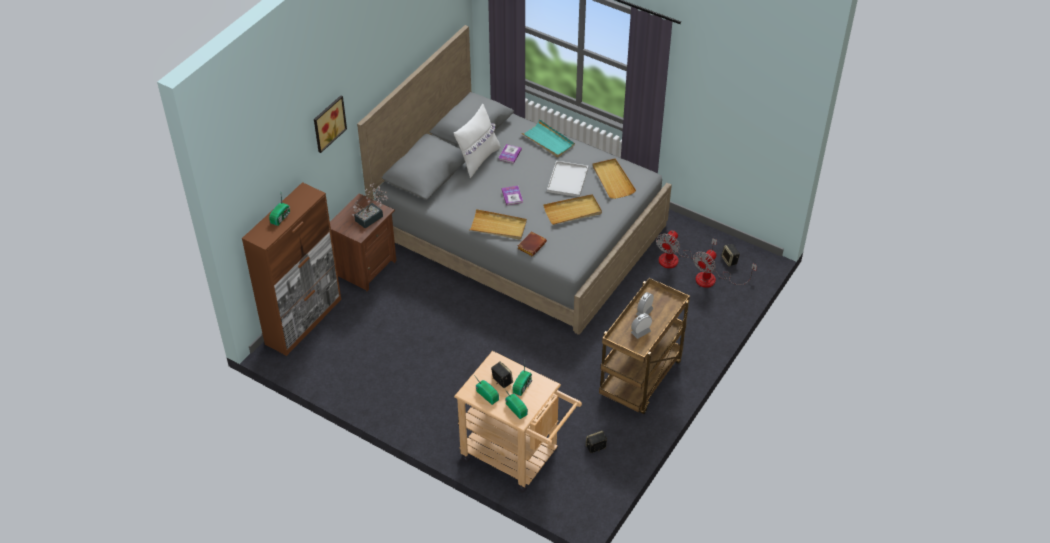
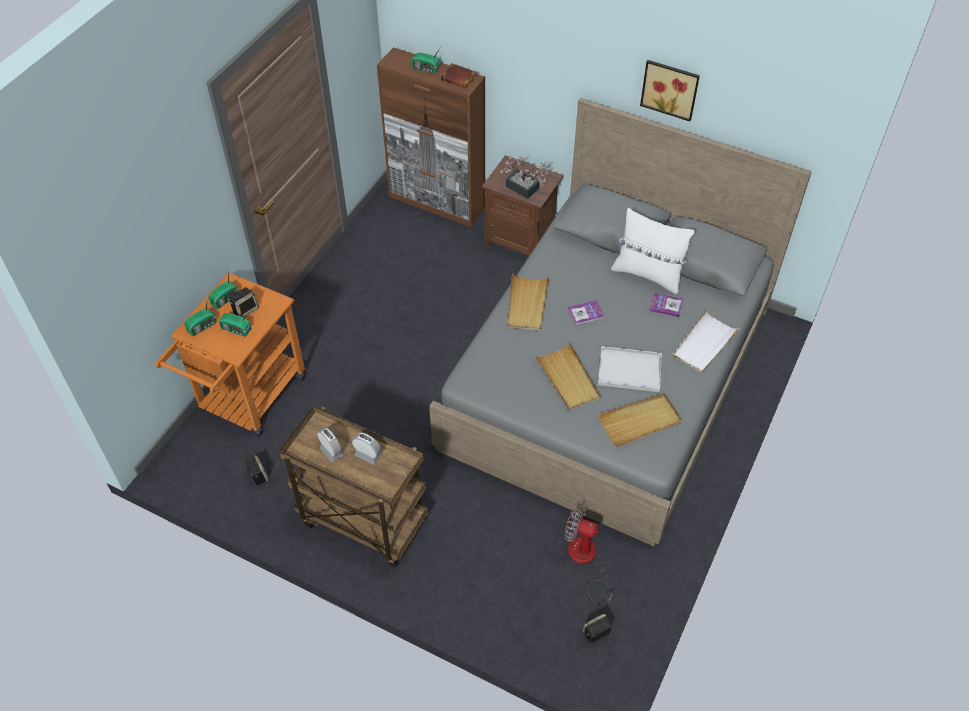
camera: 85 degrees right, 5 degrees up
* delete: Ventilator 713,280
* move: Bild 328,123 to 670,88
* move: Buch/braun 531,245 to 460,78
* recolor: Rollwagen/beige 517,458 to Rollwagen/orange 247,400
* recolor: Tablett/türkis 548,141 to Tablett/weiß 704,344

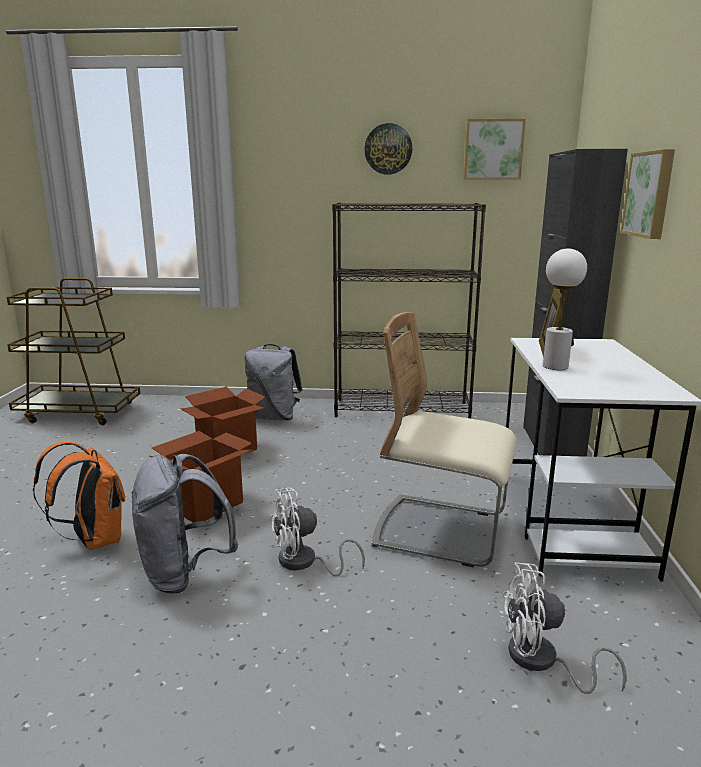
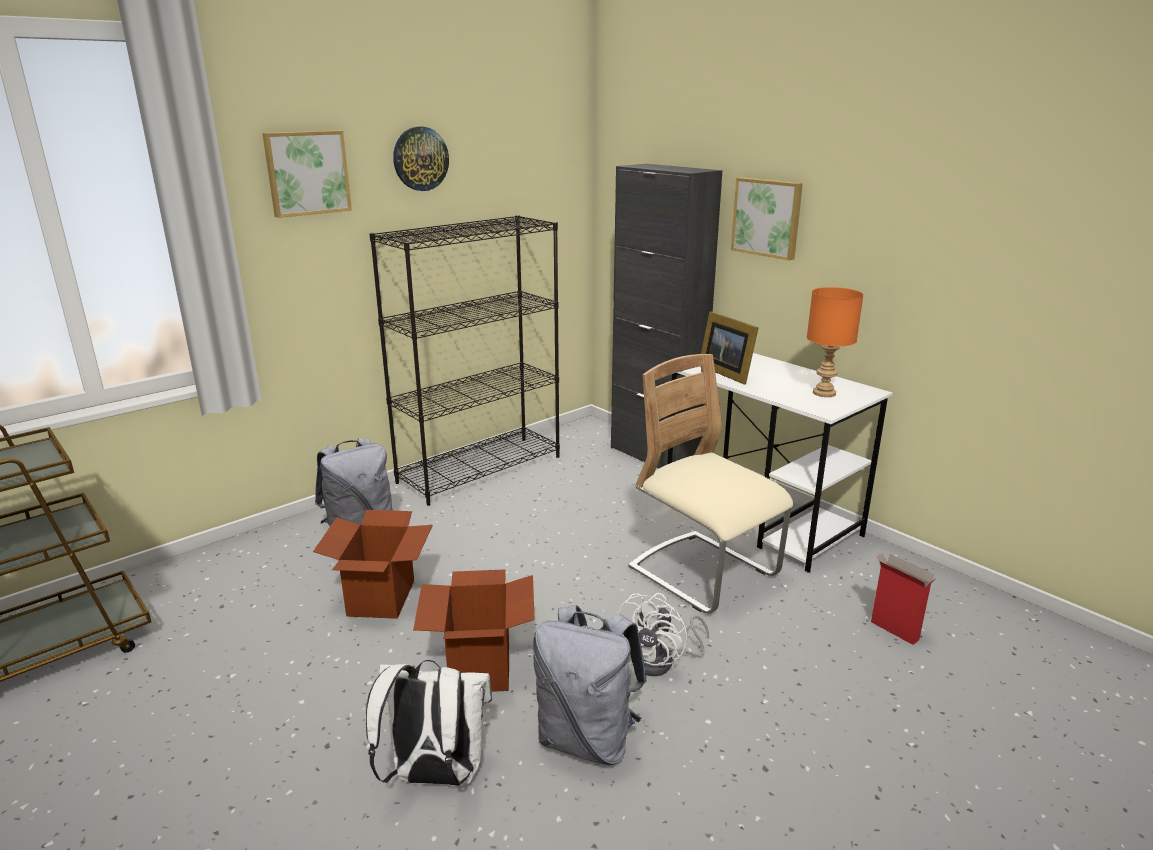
camera: 45 degrees left, 5 degrees up
* delete: Tischlampe/weiß 555,366
* insert: Tischlampe/orange 824,393
* move: Bild 493,149 to 307,173
* replace: Ventilator/weiß 541,662 to Karton 893,630
* recolor: Rucksack/orange 94,540 to Rucksack/weiß 435,776
* rotate: Stuhl/beige 441,531 = 703,574 75 degrees clockwise

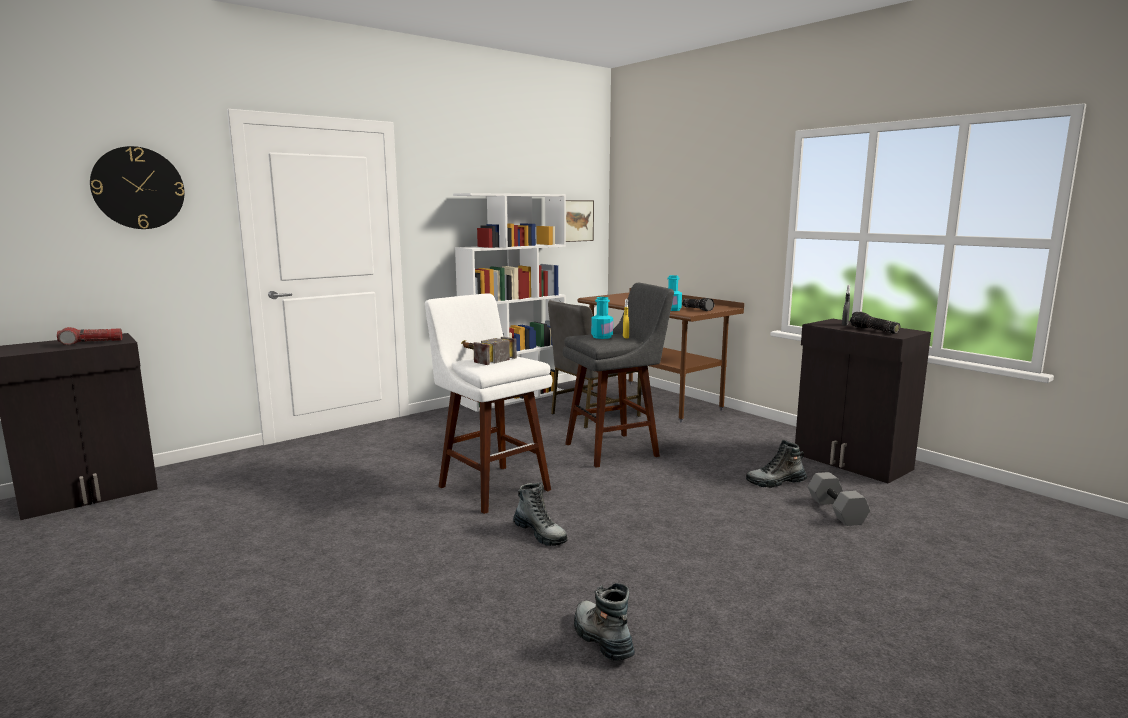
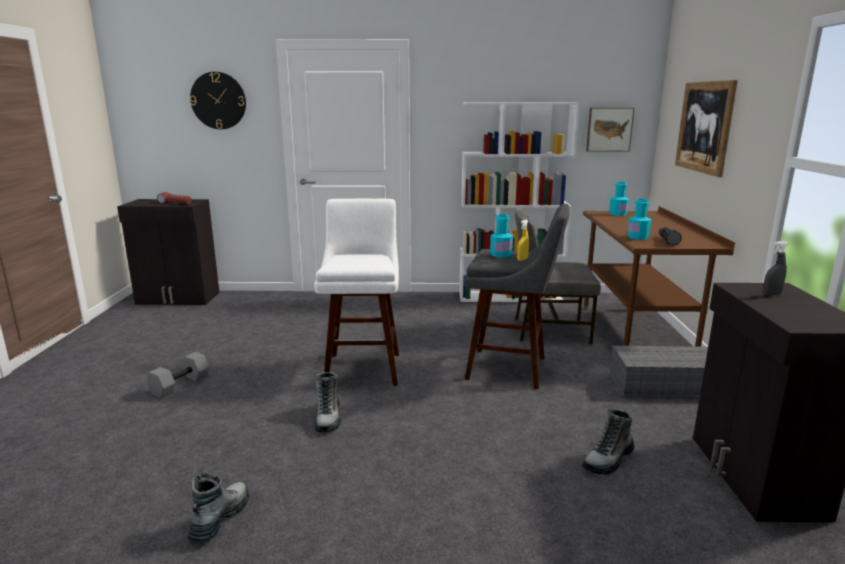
camera: 40 degrees right, 5 degrees up
* delete: Hammer 479,357
* delete: Taschenlampe 873,330
* insert: Flasche/türkis 618,214
* insert: Aufbewahrungsbox/grau 664,386
* insert: Bild 704,127
* move: Hantel/grau 835,511 to 180,384
* rotate: Stiefel 776,482 = 608,460 75 degrees counterclockwise

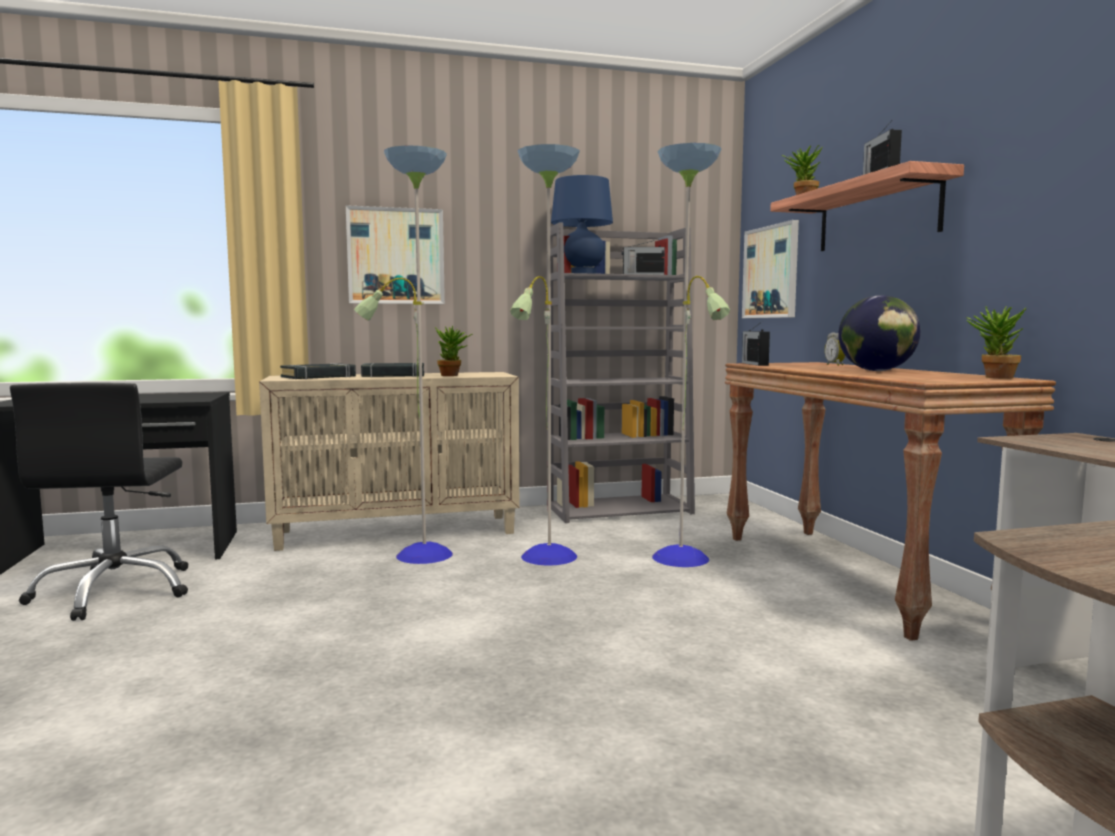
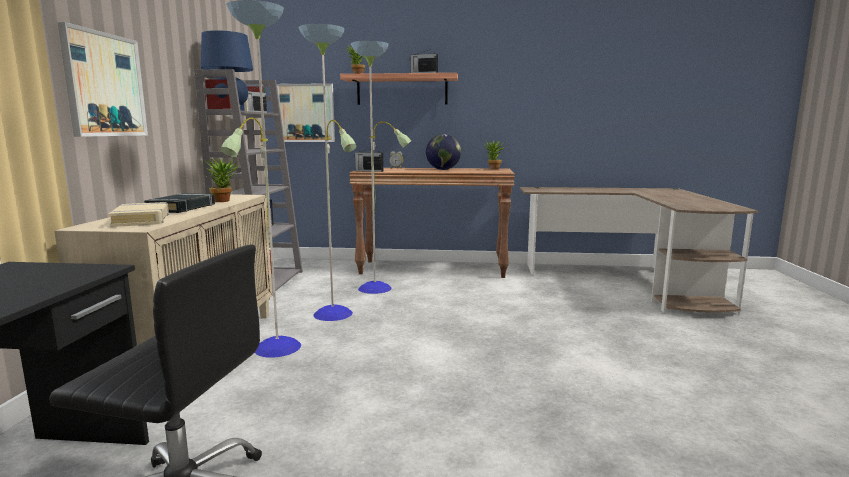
camera: 70 degrees left, 5 degrees up
* recolor: Buch/schwarz 319,377 to Buch/beige 142,220

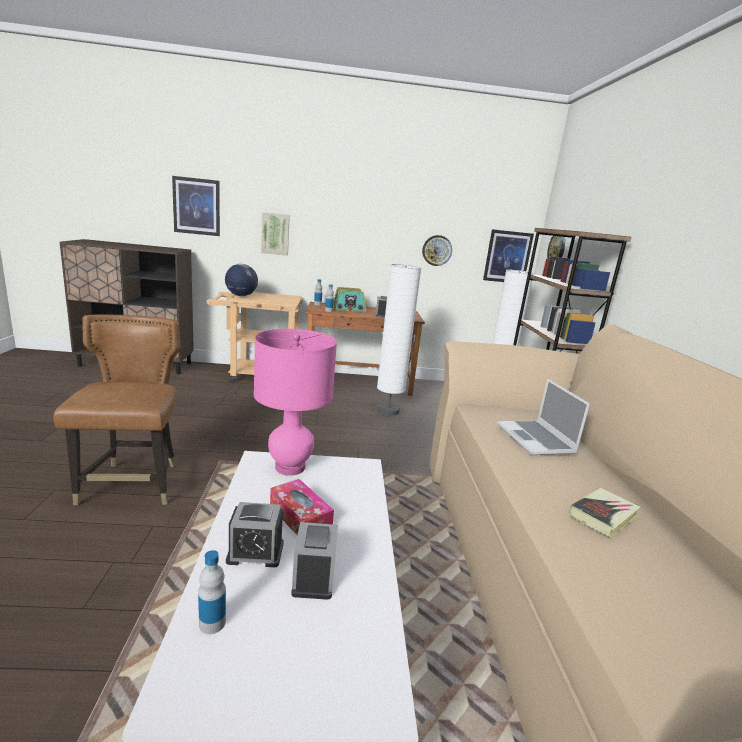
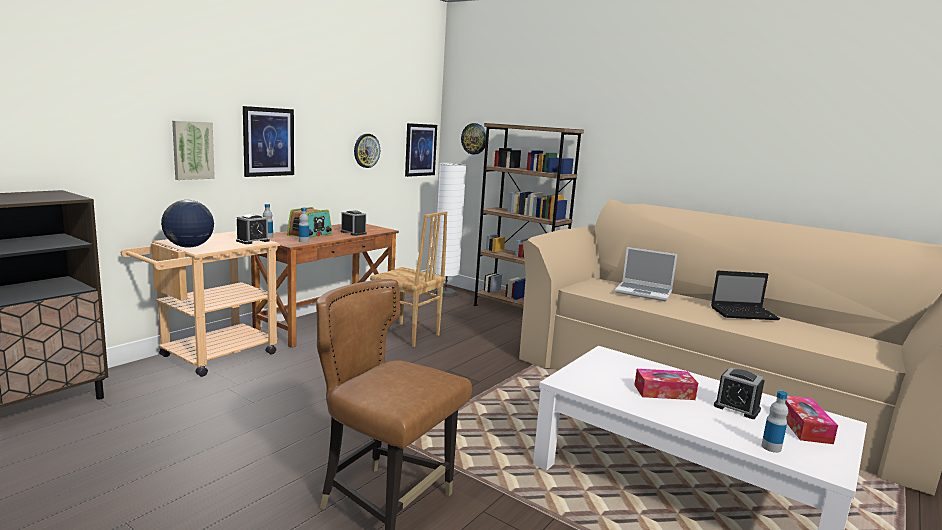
camera: 50 degrees left, 5 degrees down
* delete: Tischlampe/rosa 289,467
* insert: Taschentuchbox 804,427
* move: Bild 196,206 to 268,142
* move: Wecker 255,552 to 252,241
* replace: Stehlampe/weiß 388,411 to Stuhl/braun 406,335
* replace: Buch 603,515 to Laptop 745,313

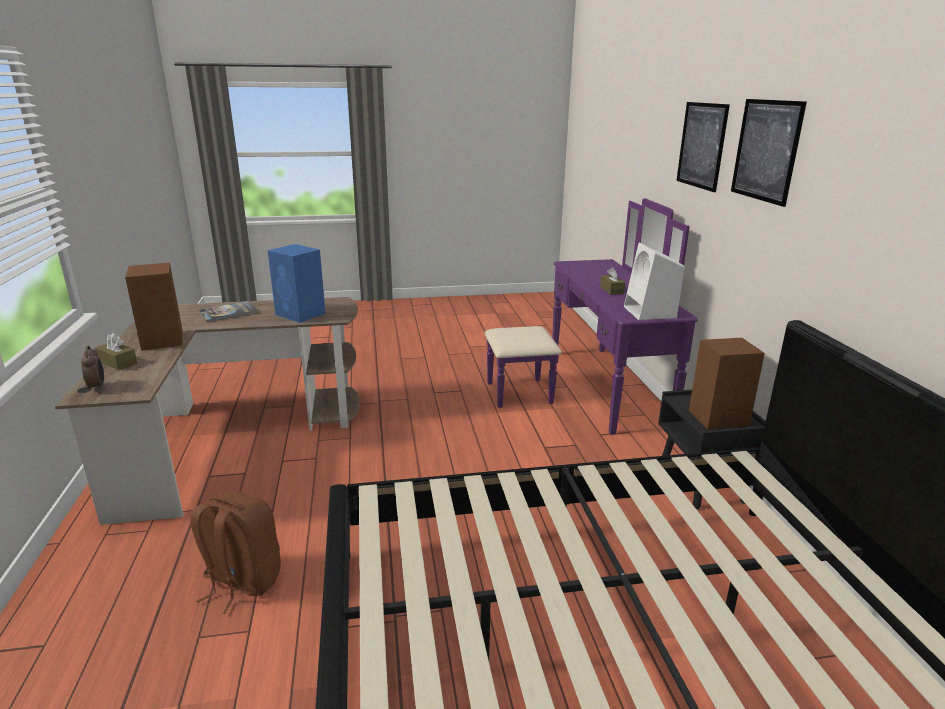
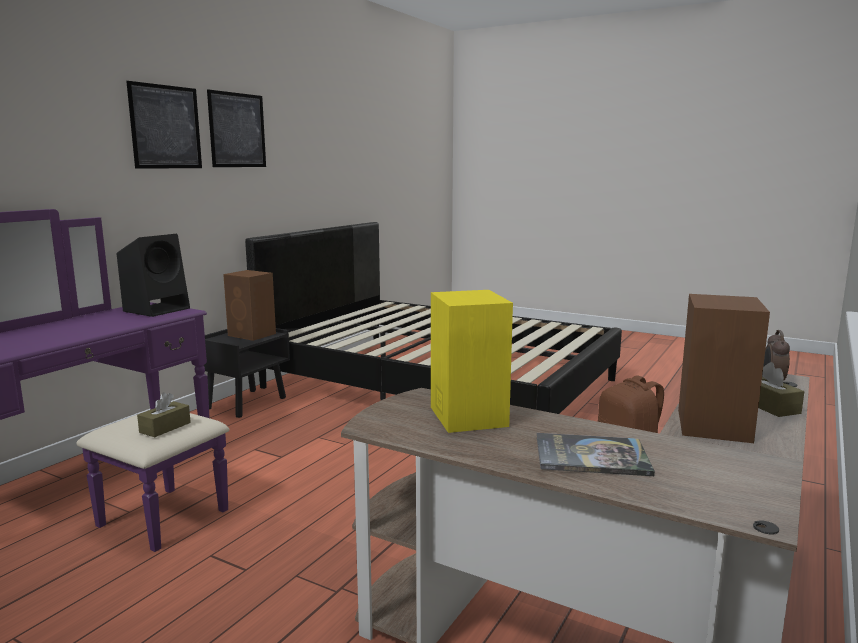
camera: 140 degrees left, 10 degrees down
* move: Taschentuchbox/braun 612,290 to 165,427
* move: Bild 701,145 to 237,130
* recolor: Lautsprecher/blau 301,314 to Lautsprecher/gelb 467,416
* recolor: Lautsprecher/weiß 650,313 to Lautsprecher/schwarz 157,309

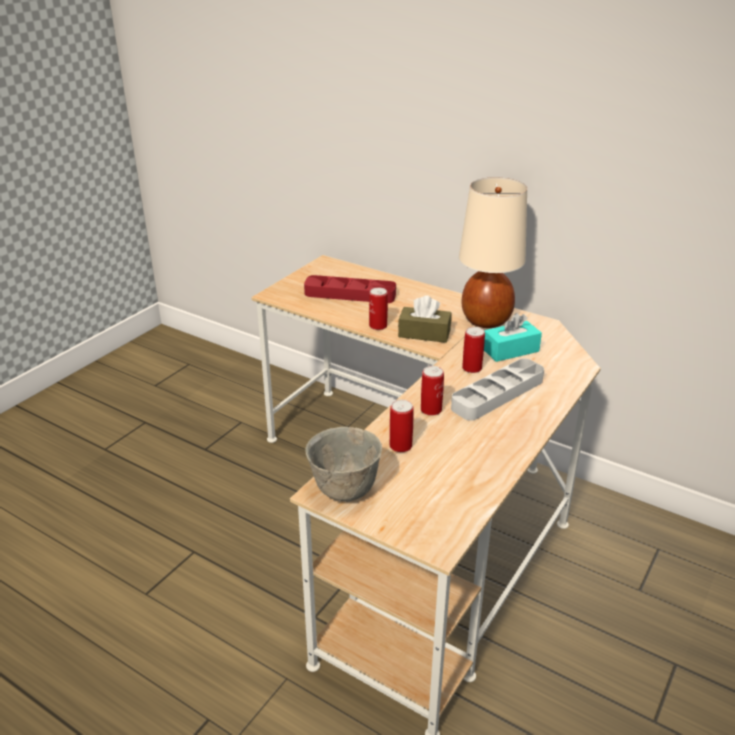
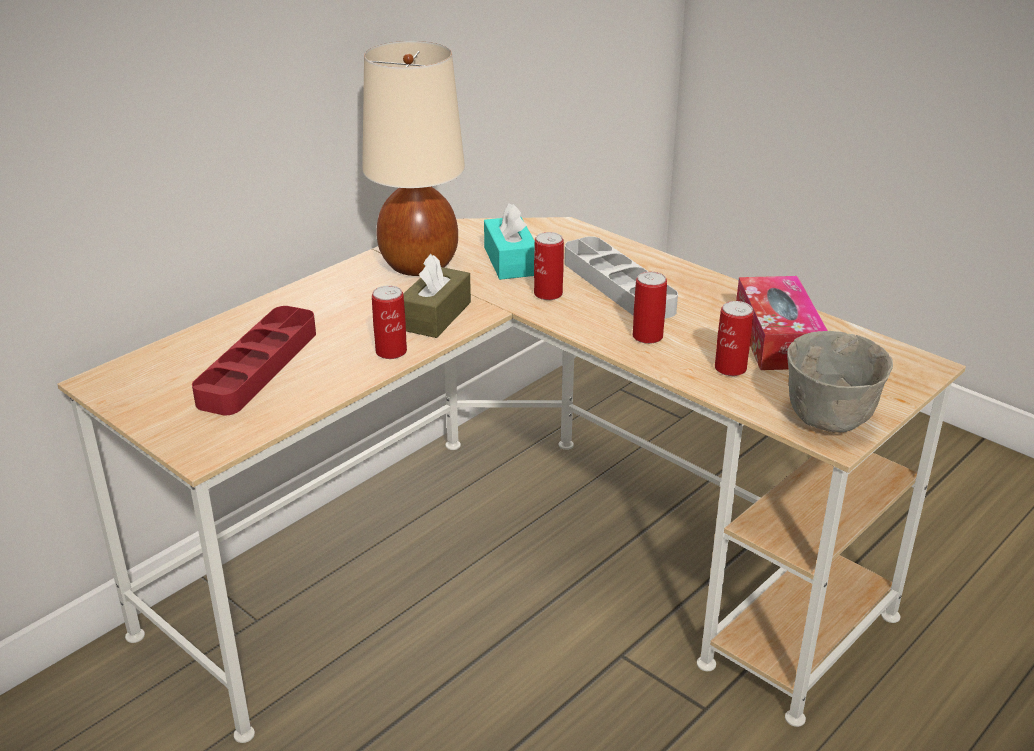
camera: 80 degrees left, 0 degrees up
* insert: Taschentuchbox 777,338

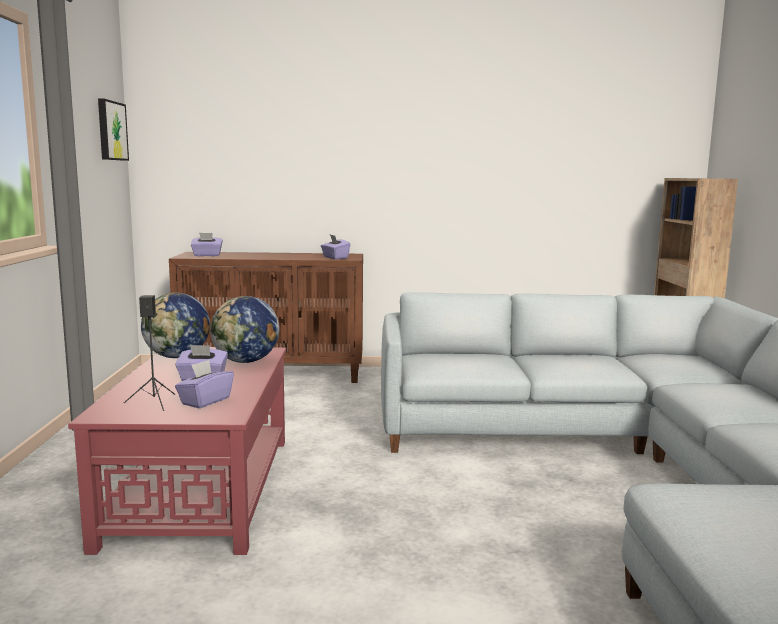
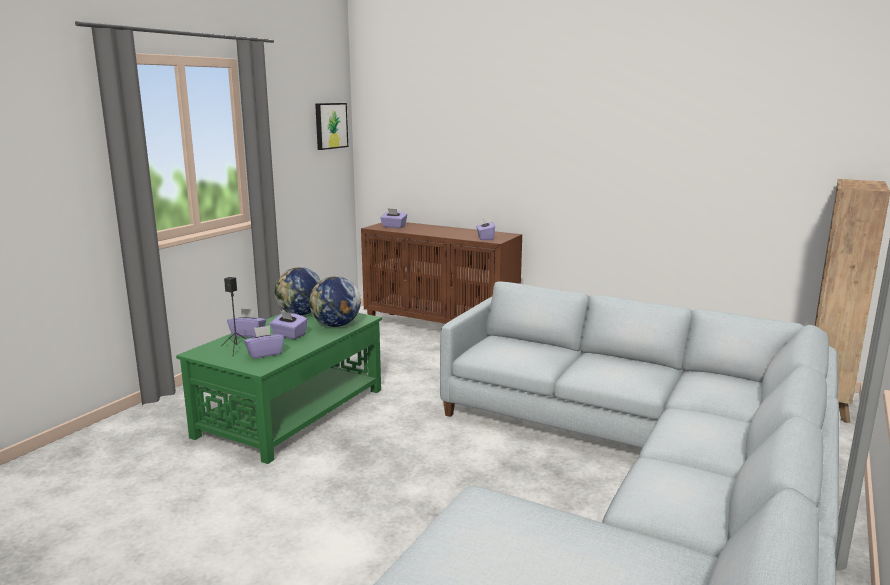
camera: 30 degrees right, 5 degrees up
* insert: Taschentuchbox/lila 248,334
* recolor: Couchtisch/rot 201,489 to Couchtisch/grün 291,412

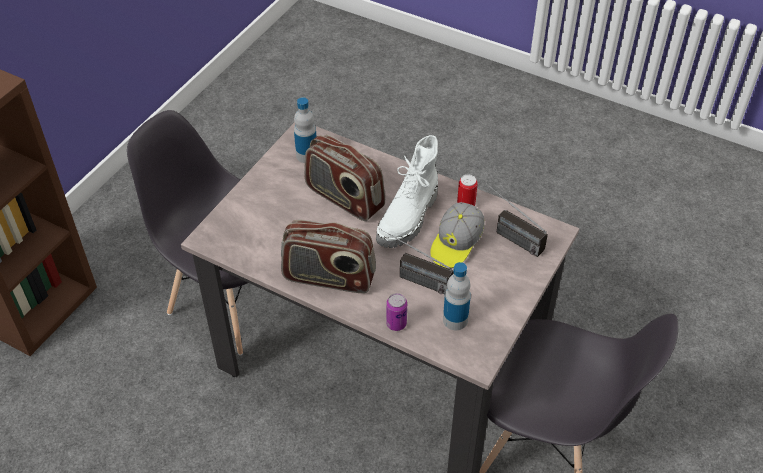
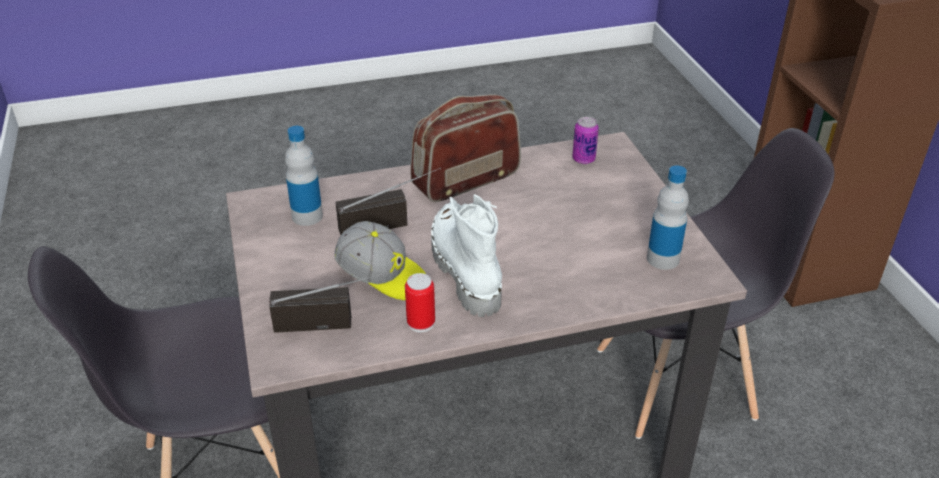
camera: 135 degrees right, 10 degrees down
* delete: Radio 344,198
* move: Dose 396,324 to 583,159
* rotate: Kappe 456,244 = 382,277 135 degrees clockwise

